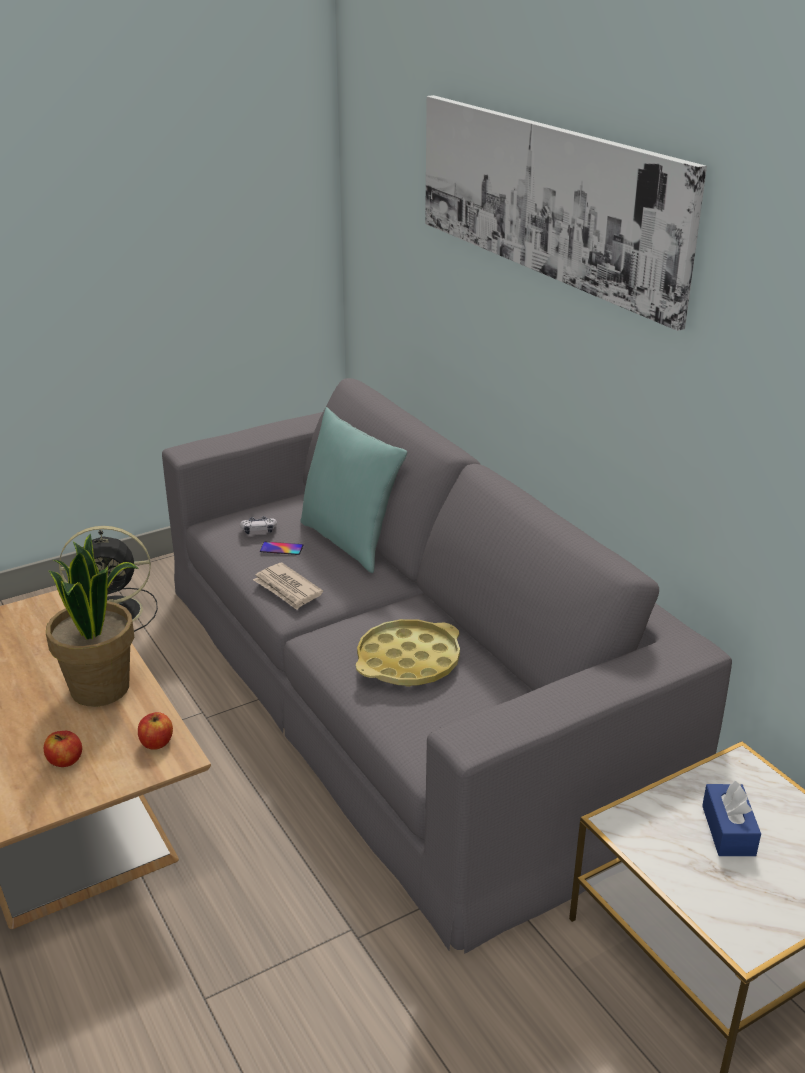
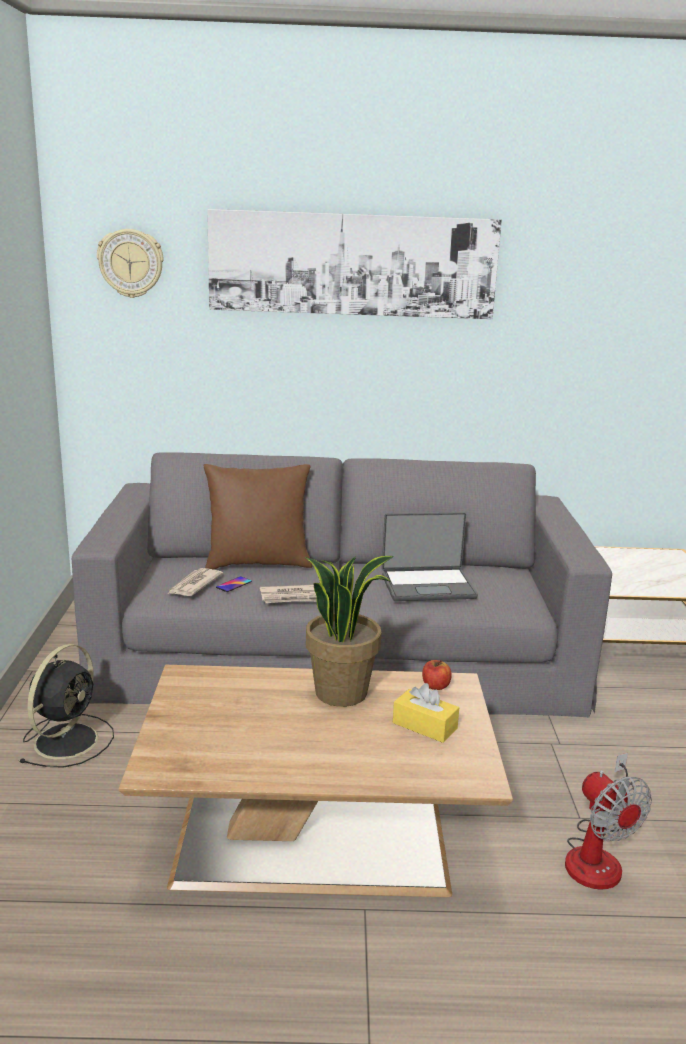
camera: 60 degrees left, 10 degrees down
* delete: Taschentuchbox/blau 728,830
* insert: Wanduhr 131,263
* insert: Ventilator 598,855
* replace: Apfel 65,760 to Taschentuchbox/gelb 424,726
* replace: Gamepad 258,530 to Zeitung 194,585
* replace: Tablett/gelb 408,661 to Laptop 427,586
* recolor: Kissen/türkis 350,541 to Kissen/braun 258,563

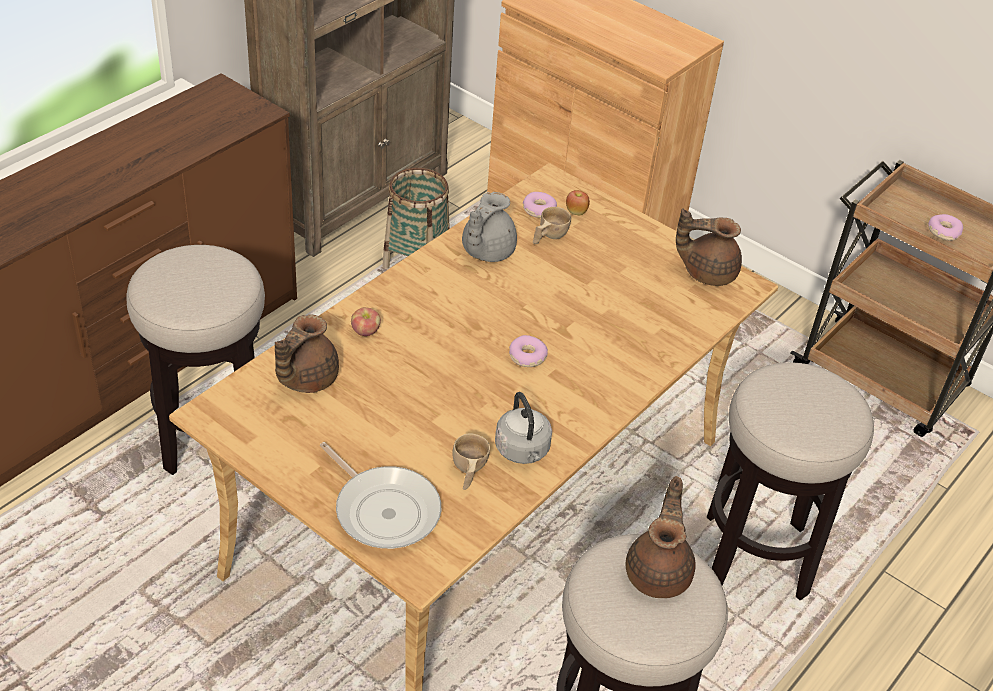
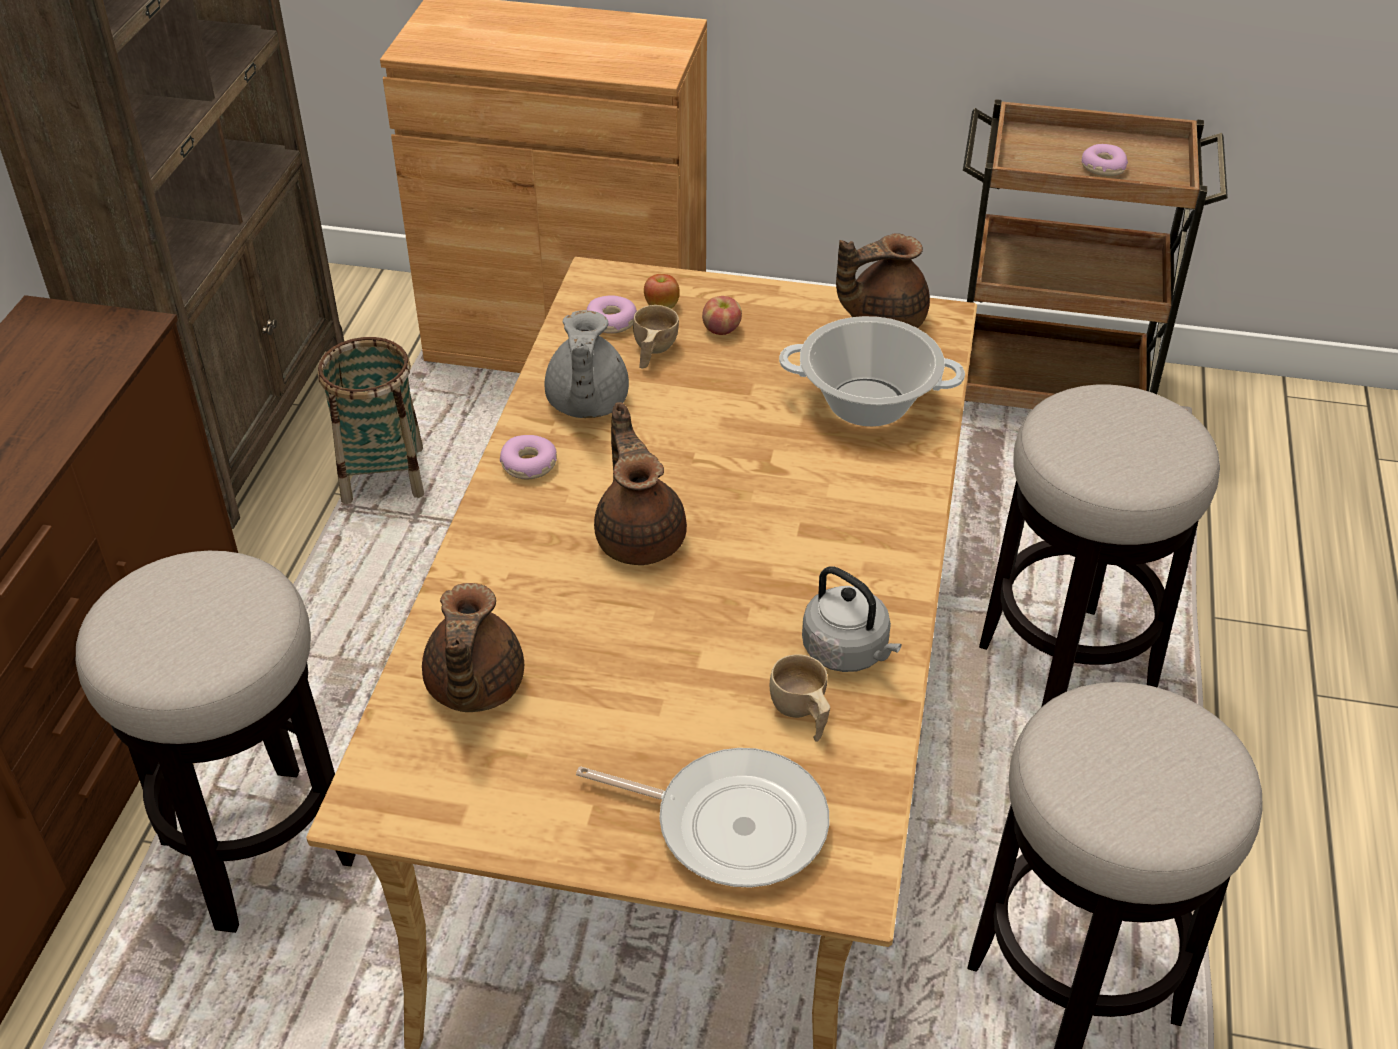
camera: 25 degrees left, 0 degrees up
* insert: Kochtopf 867,402
* move: Apfel 365,331 to 722,330
* move: Donut 527,357 to 529,465
* move: Teekanne/braun 659,572 to 640,536

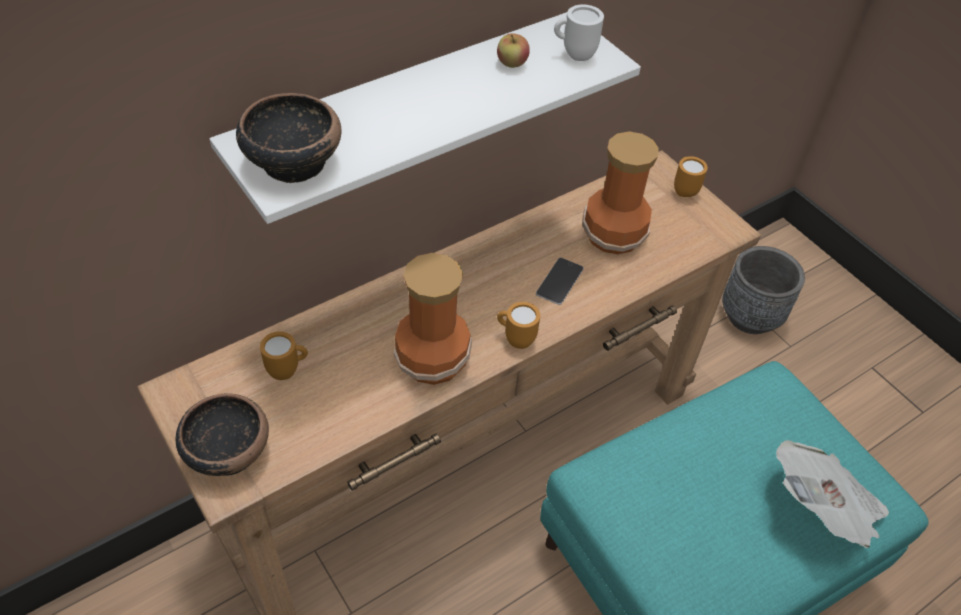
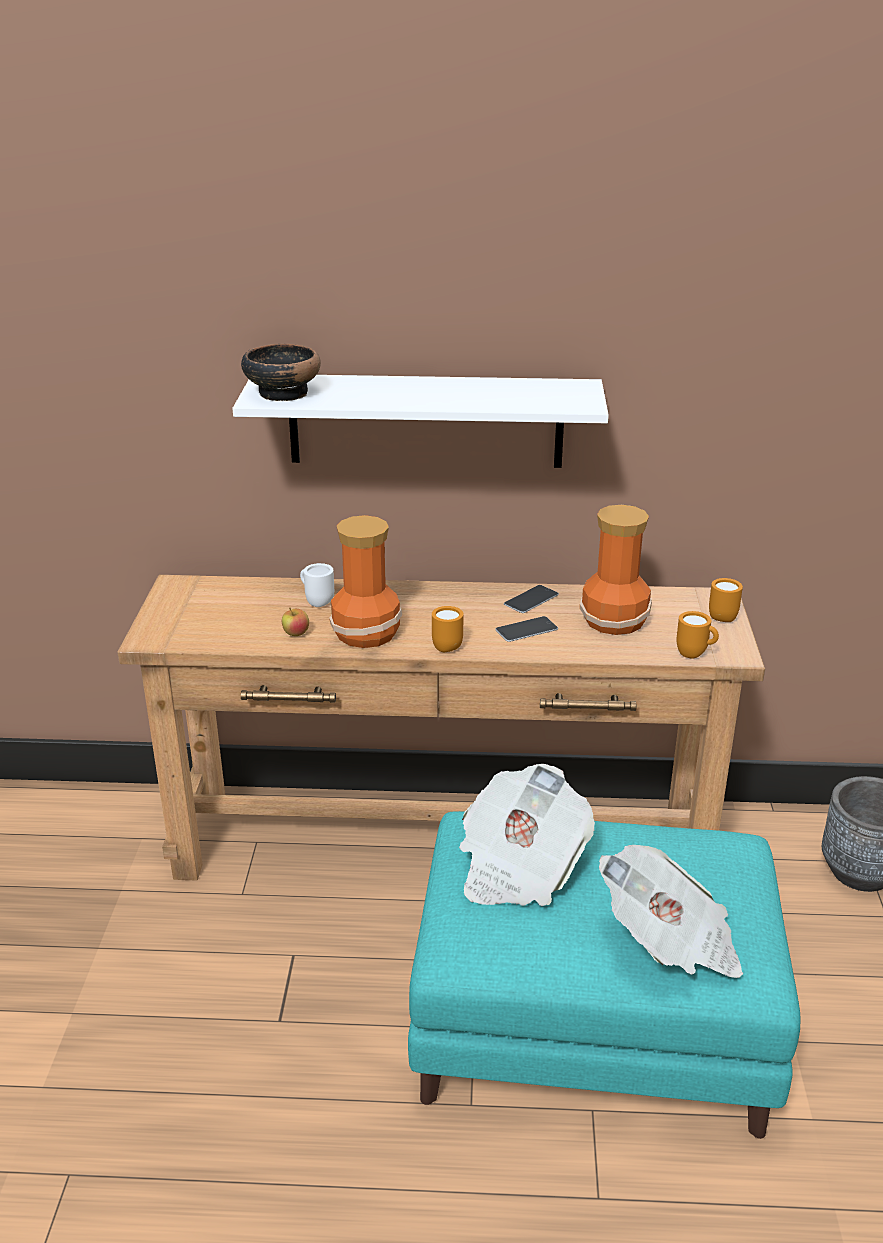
camera: 40 degrees right, 20 degrees down
* delete: Schüssel 228,451
* insert: Zeitung 519,866
* insert: Handy 531,599
* move: Henkelbecher/orange 288,370 to 695,655
* move: Apfel 512,64 to 296,634
* move: Henkelbecher/weiß 573,54 to 316,602

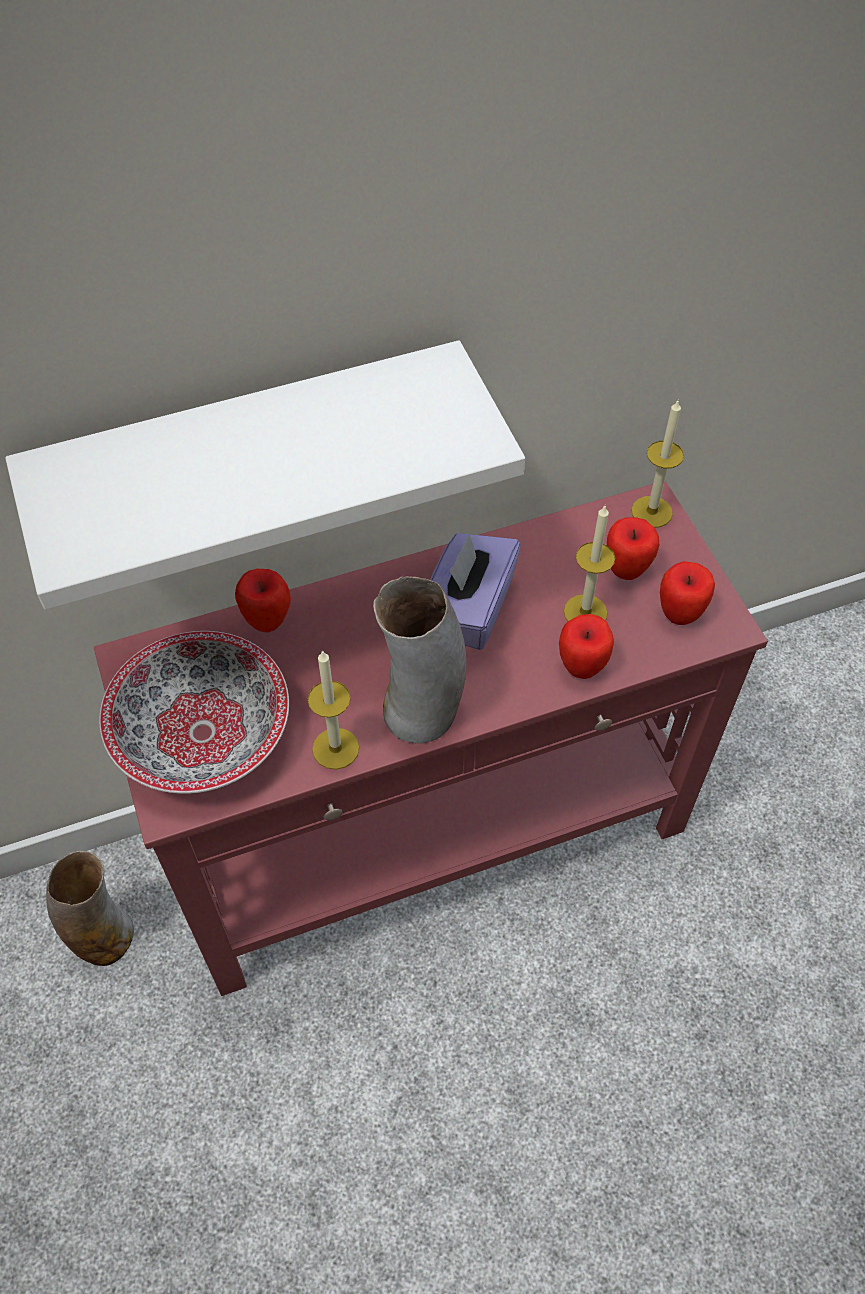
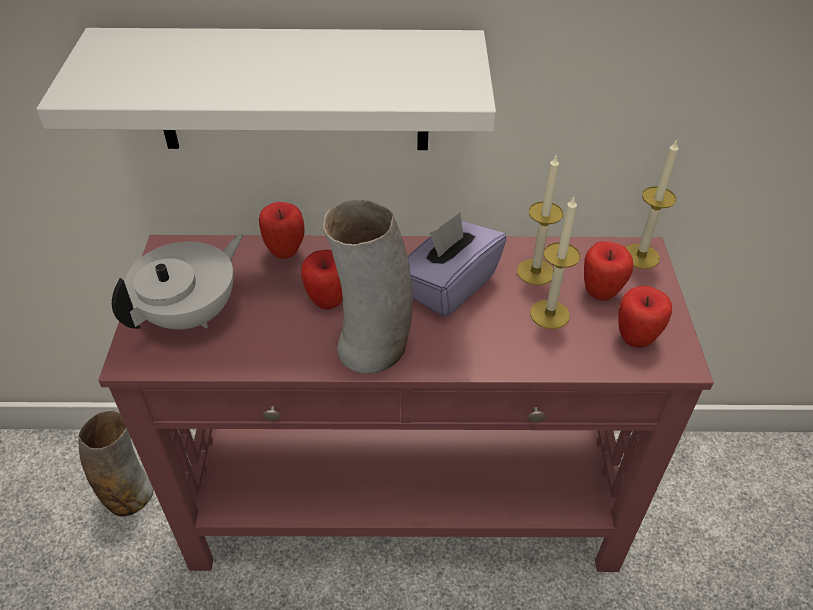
camera: 20 degrees right, 10 degrees down
* move: Kerze 335,748 to 535,272
* move: Apfel 581,666 to 328,300
* replace: Schüssel 204,732 to Teekanne/weiß 192,314

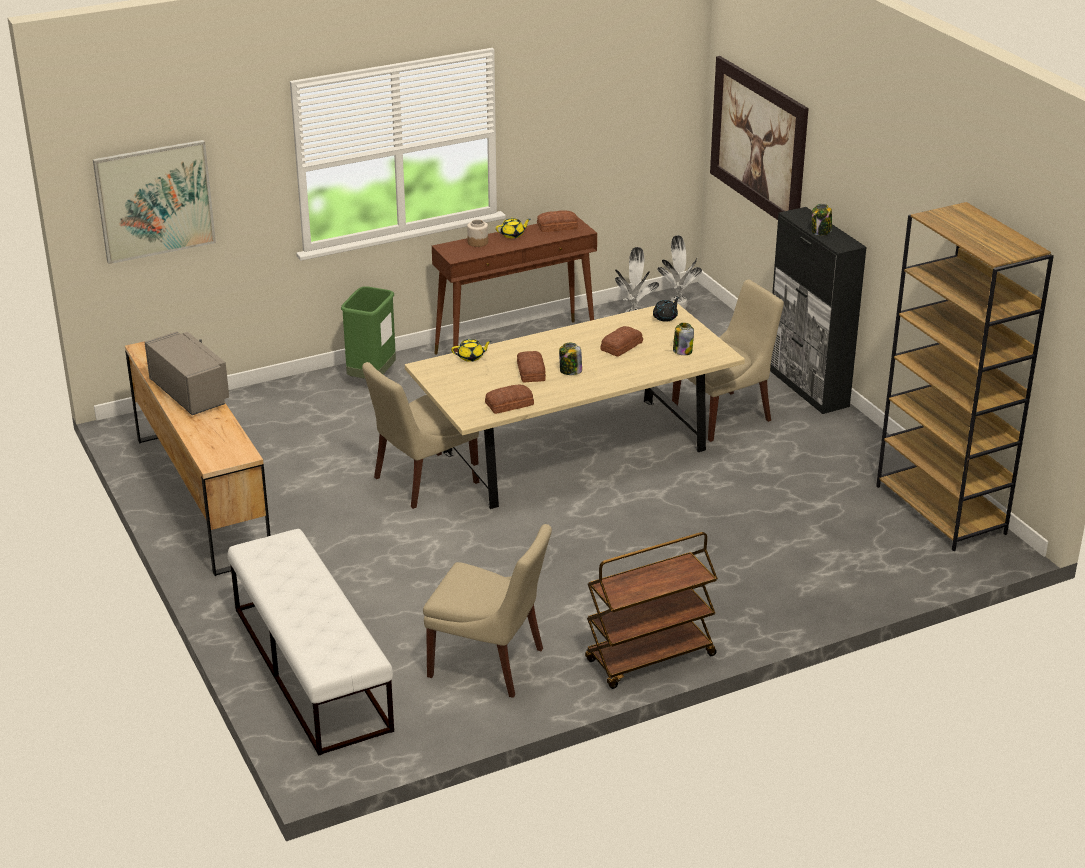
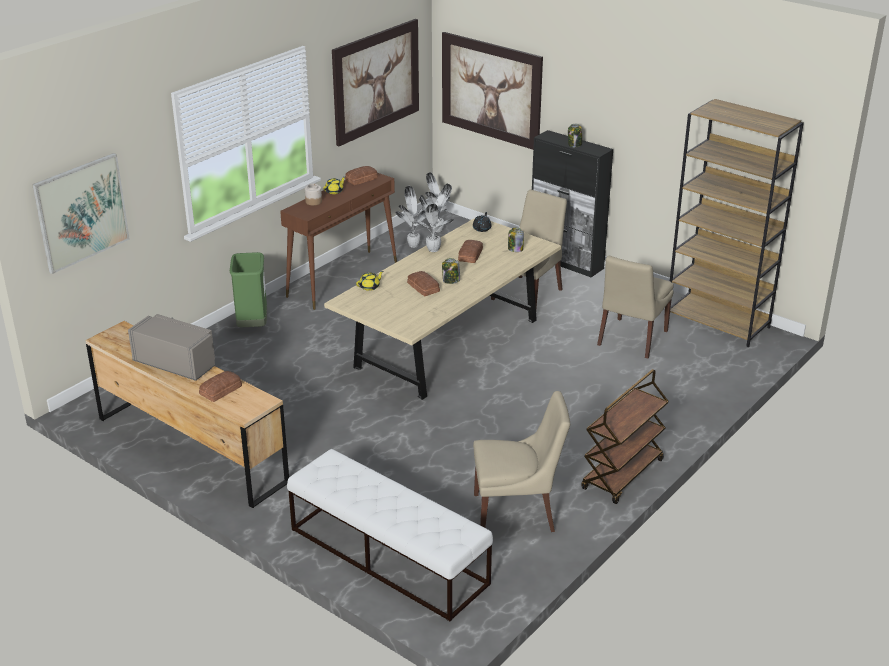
camera: 25 degrees left, 0 degrees up
* insert: Bild 376,81
* insert: Topfpflanze 434,249
* move: Stuhl/beige 423,481 to 631,339
* move: Brot 510,404 to 221,390

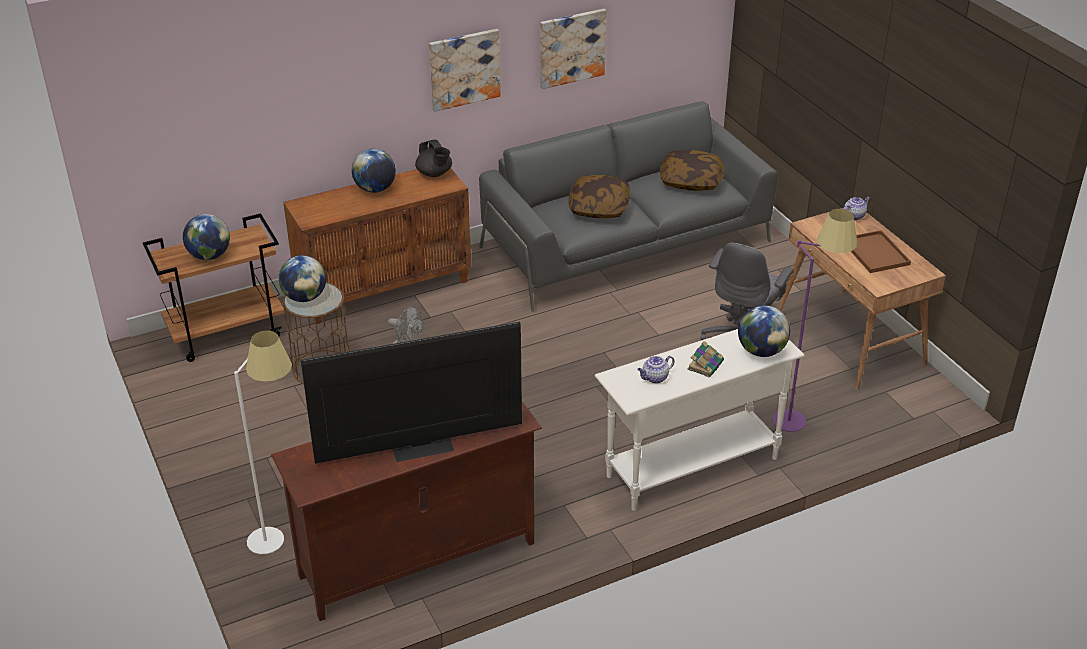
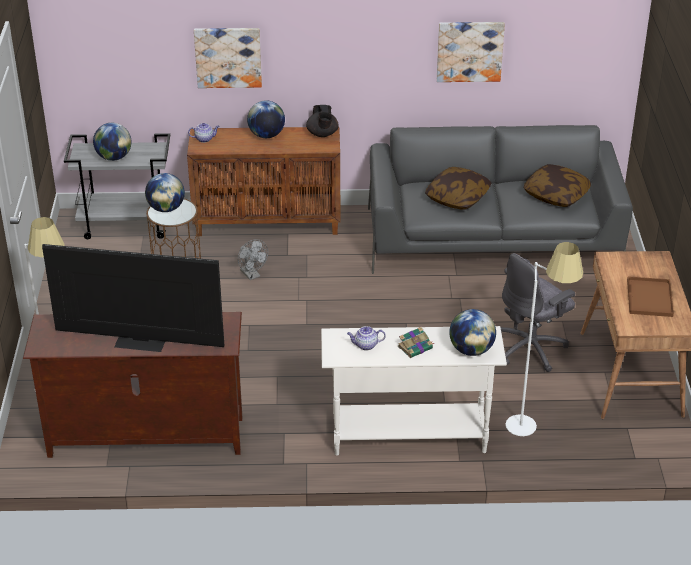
camera: 25 degrees right, 0 degrees up
* move: Bild 464,69 to 228,57
* move: Teekanne 854,216 to 204,139
* recolor: Rollwagen/braun 227,333 to Rollwagen/grau 127,224
* recolor: Stehlampe/lila 799,414 to Stehlampe/weiß 534,423

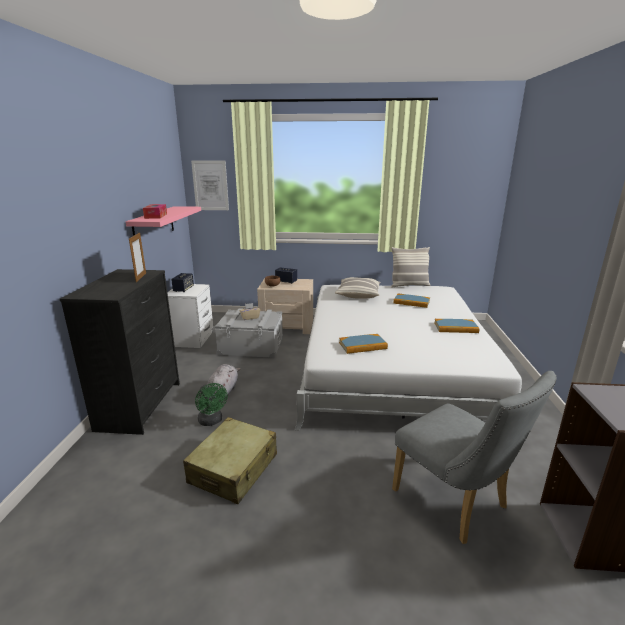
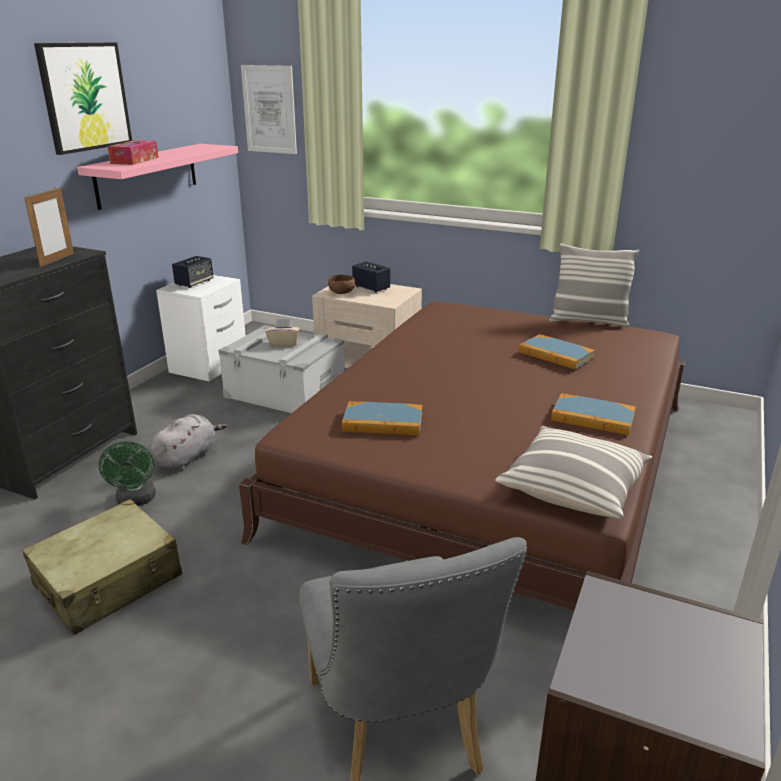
camera: 20 degrees right, 5 degrees up
* insert: Bild 85,97
* move: Kissen 358,295 to 573,488
* recolor: Bett/weiß 392,365 to Bett/braun 492,466

